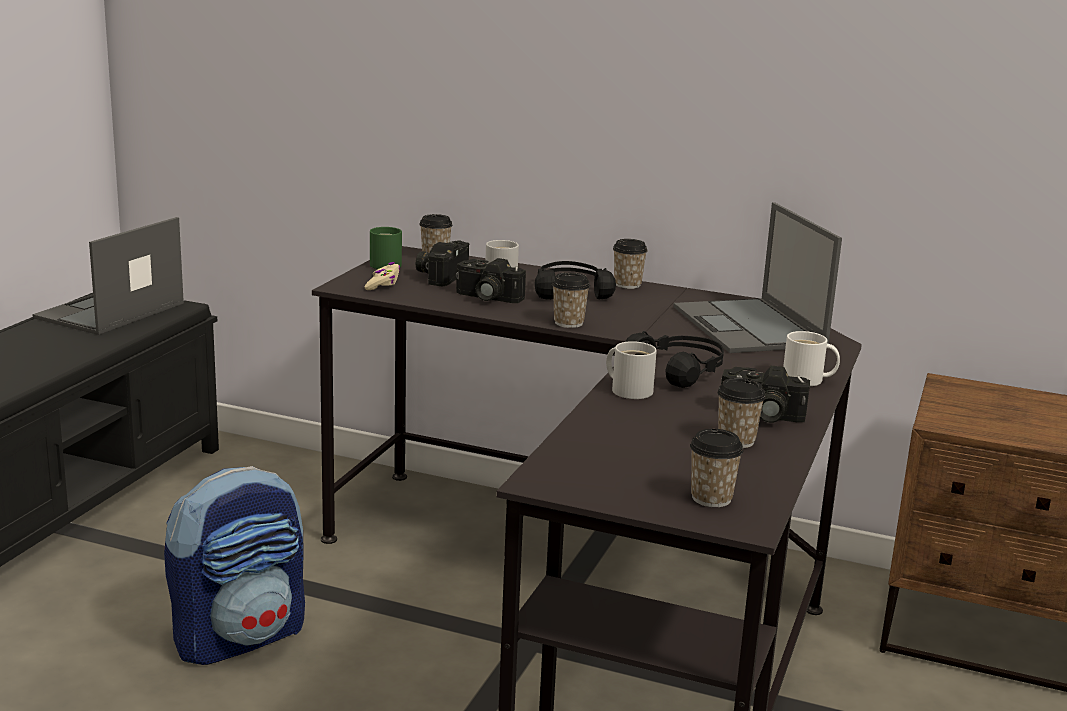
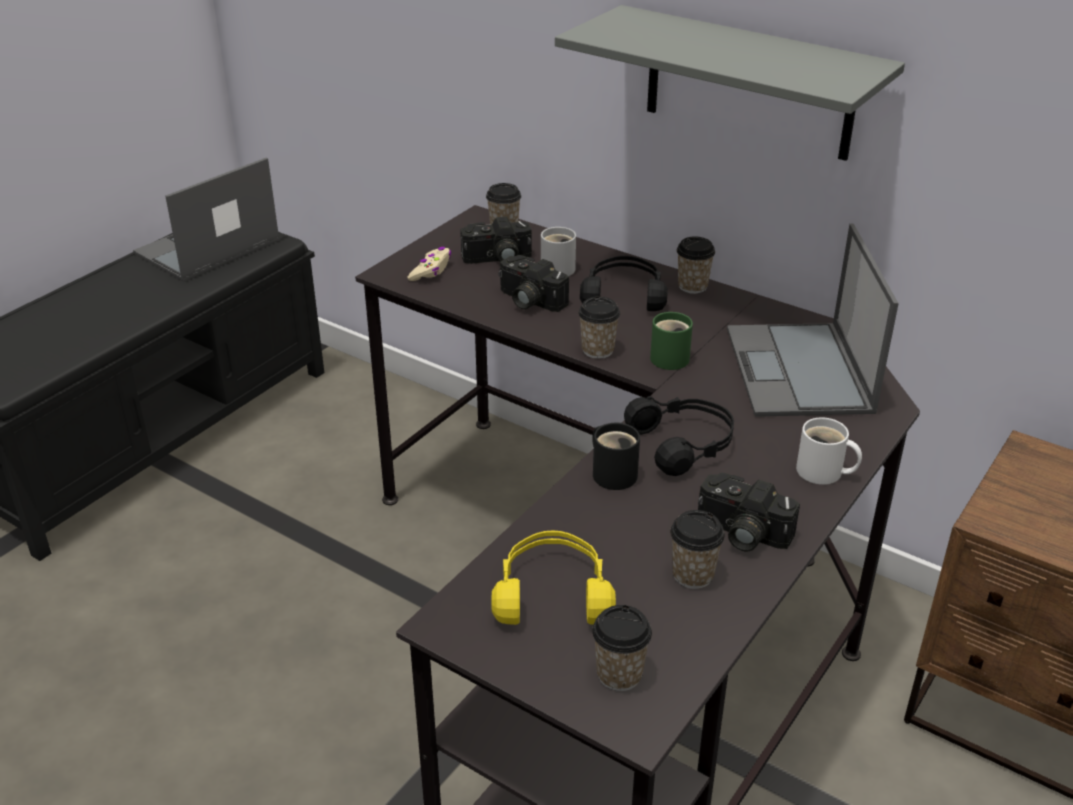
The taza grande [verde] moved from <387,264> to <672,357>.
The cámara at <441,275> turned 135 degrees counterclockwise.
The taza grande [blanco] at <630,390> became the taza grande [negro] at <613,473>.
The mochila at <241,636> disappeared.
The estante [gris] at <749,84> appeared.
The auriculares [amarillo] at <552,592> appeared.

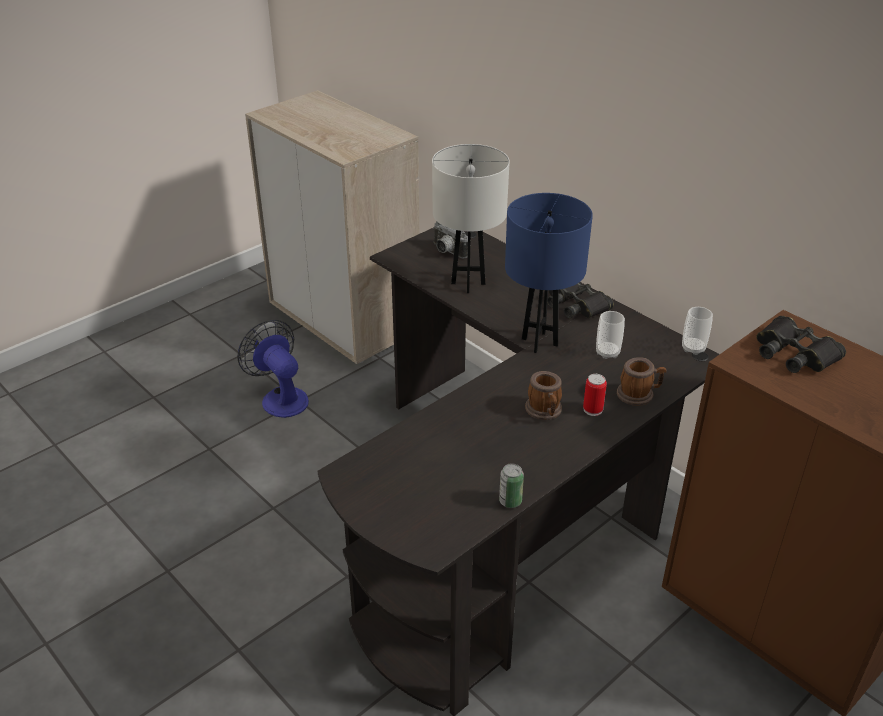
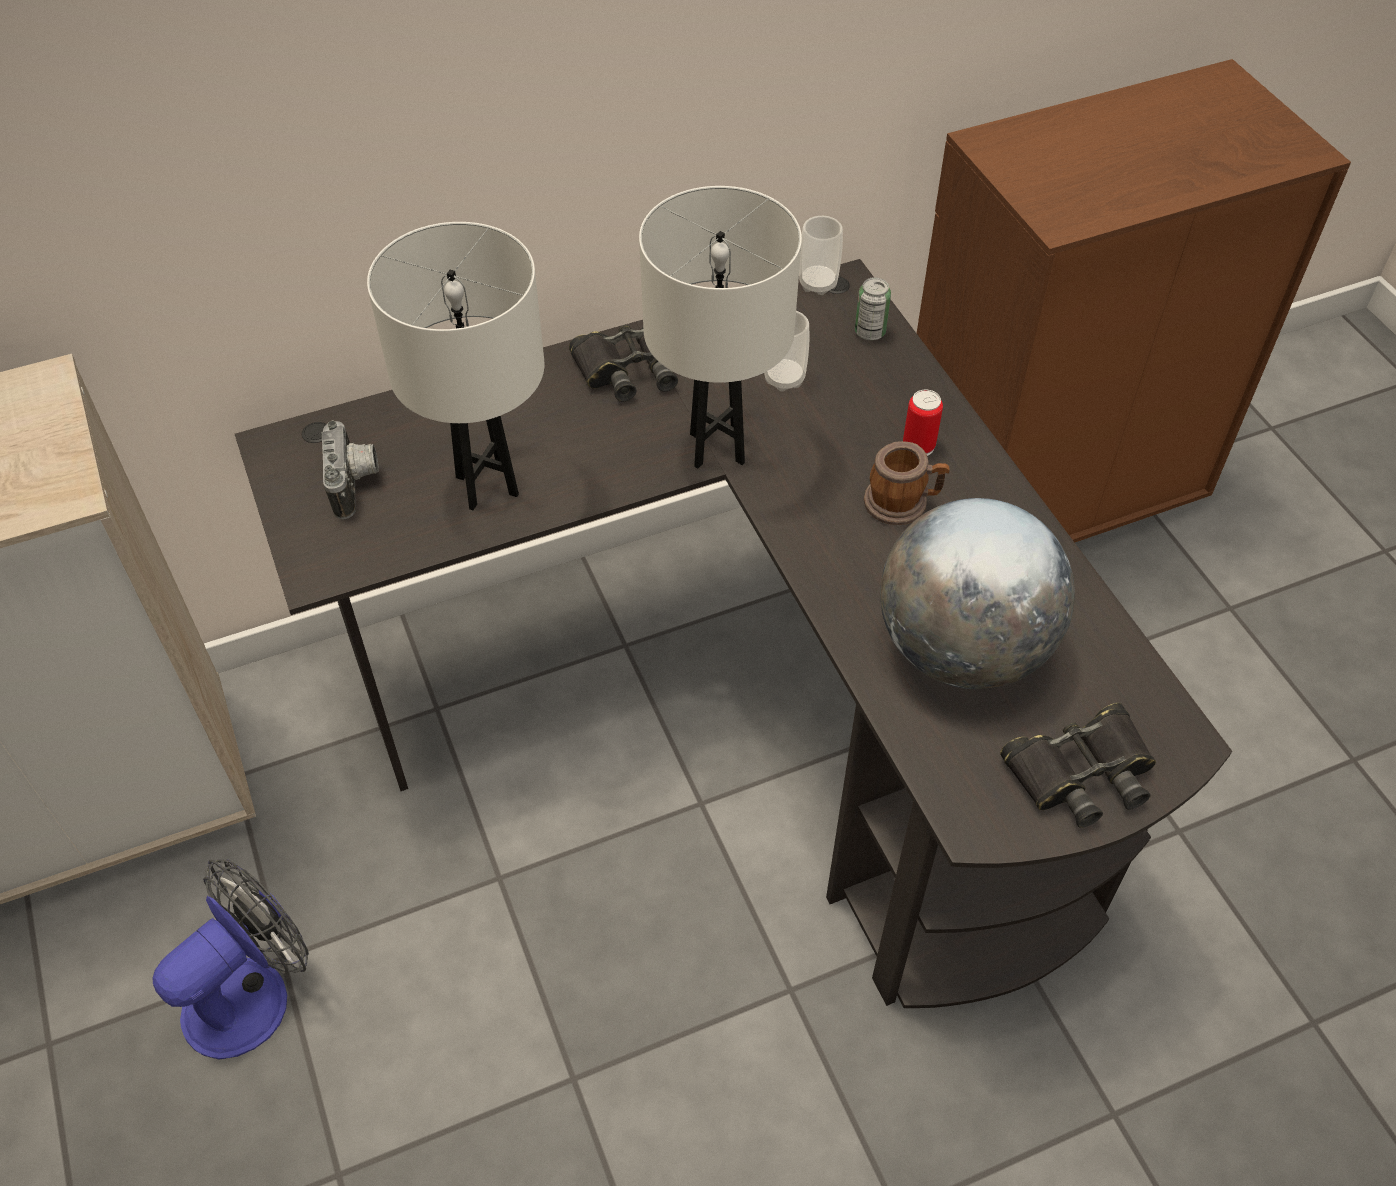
The lámpara de mesa [azul] at <539,342> became the lámpara de mesa [blanco] at <716,448>.
The cámara at <446,251> turned 75 degrees counterclockwise.
The prismáticos [negro] moved from <794,353> to <1080,772>.
The ventilador at <280,397> turned 150 degrees clockwise.
The taza grande at <639,394> disappeared.
The lata moved from <510,501> to <870,332>.
The globo terráqueo at <961,649> appeared.

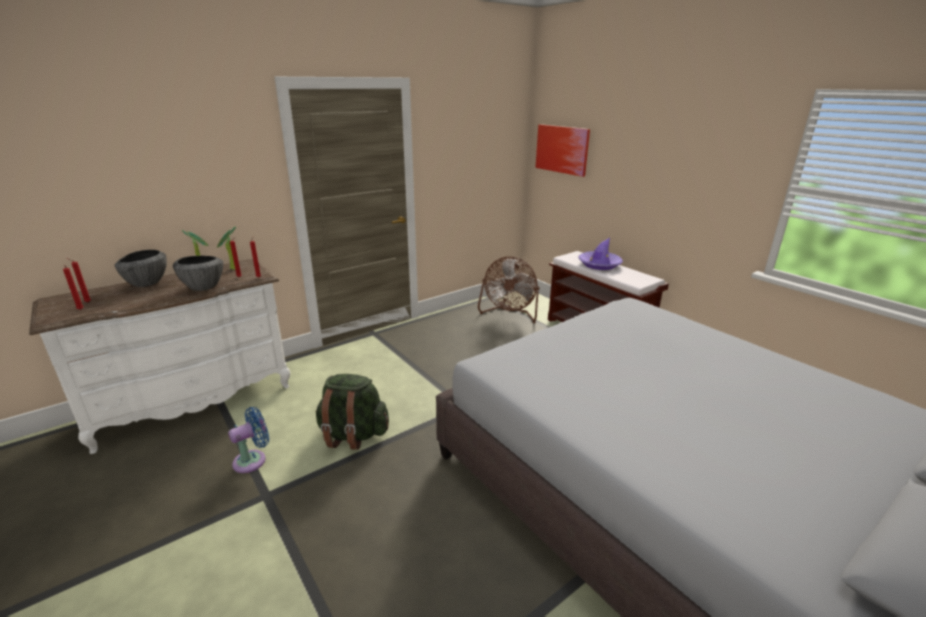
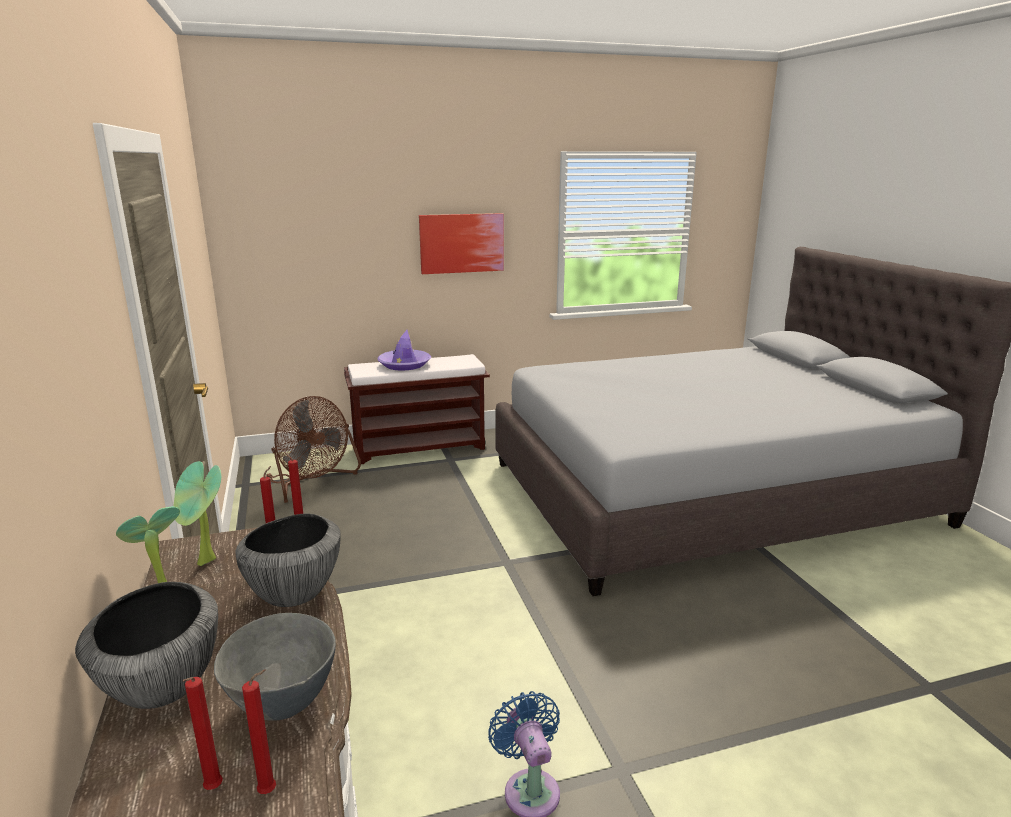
The cuadro moved from <562,149> to <461,243>.
The mochila [verde] at <353,435> disappeared.
The cuenco [gris] at <284,703> appeared.

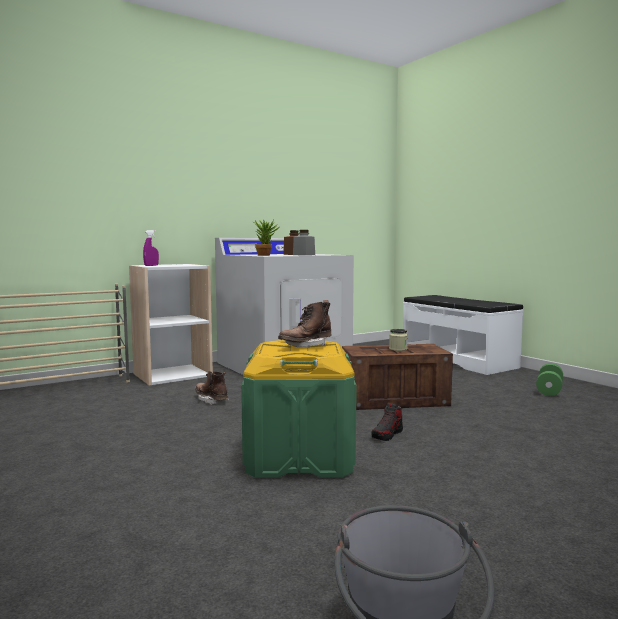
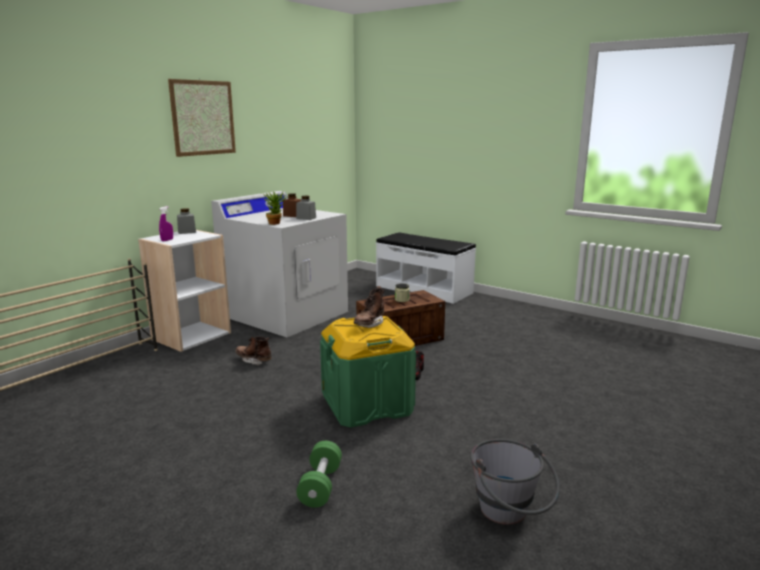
The mancuerna [verde] moved from <549,390> to <320,486>.
The cuadro at <203,117> appeared.
The tarro [gris] at <187,232> appeared.

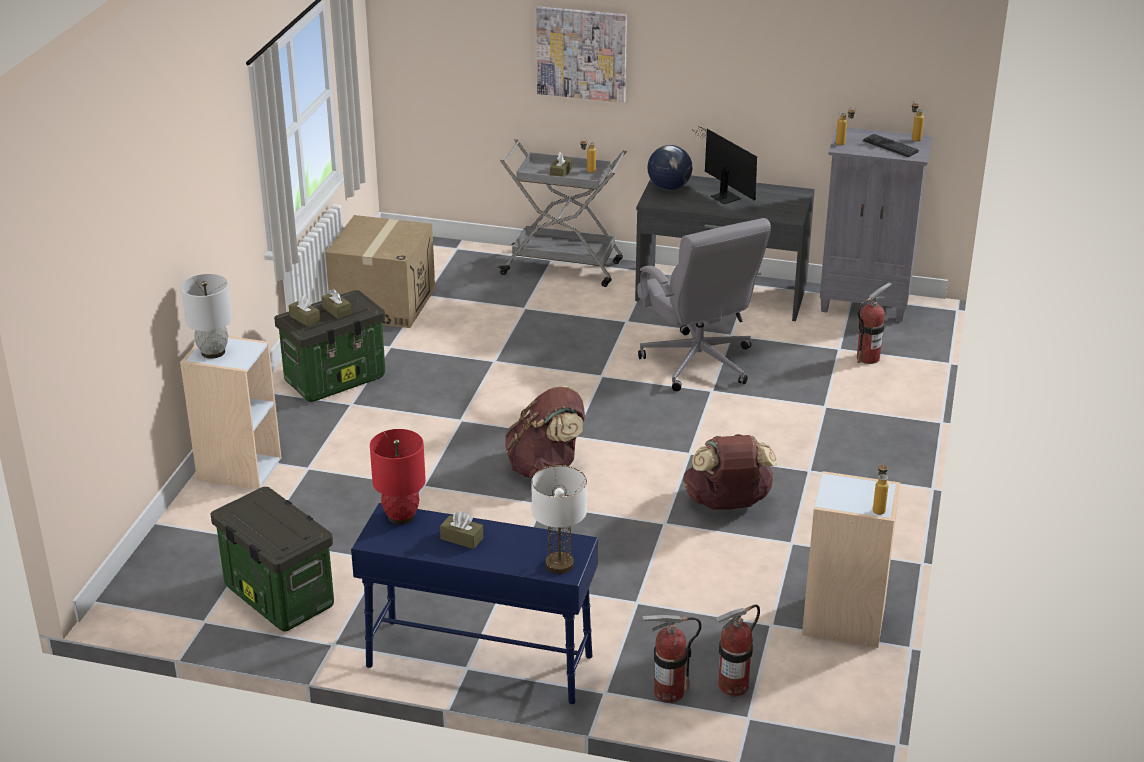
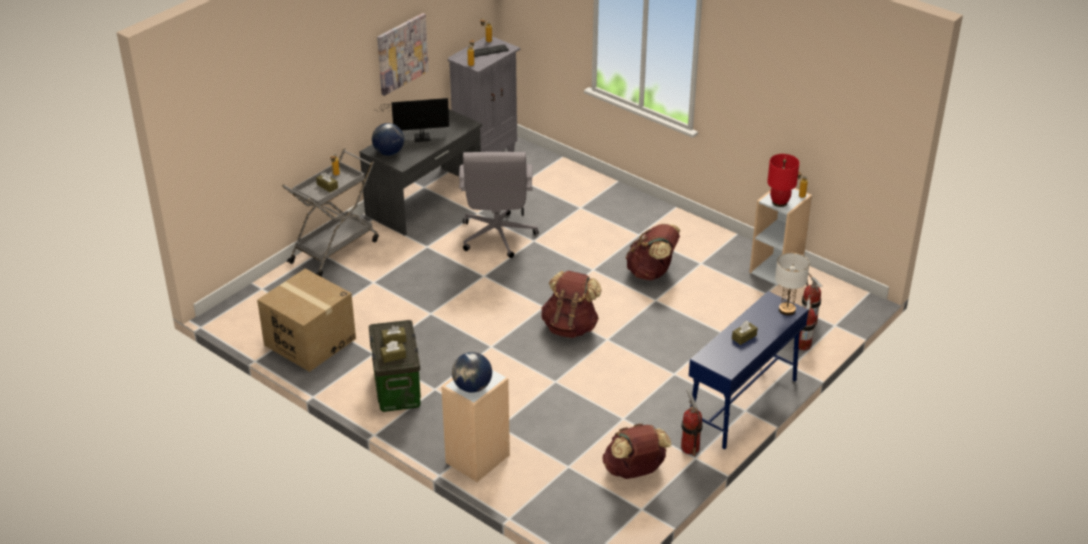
The cuadro moved from <582,53> to <402,53>.
The silla de oficina [gris] at <698,361> turned 90 degrees clockwise.
The lámpara de mesa [blanco] at <213,352> was replaced by the globo terráqueo at <472,387>.
The extintor moved from <868,358> to <690,447>.
The lámpara de mesa [rojo] moved from <401,516> to <779,202>.
The caja de almacenaje at <277,596> was replaced by the mochila [marrón] at <634,471>.

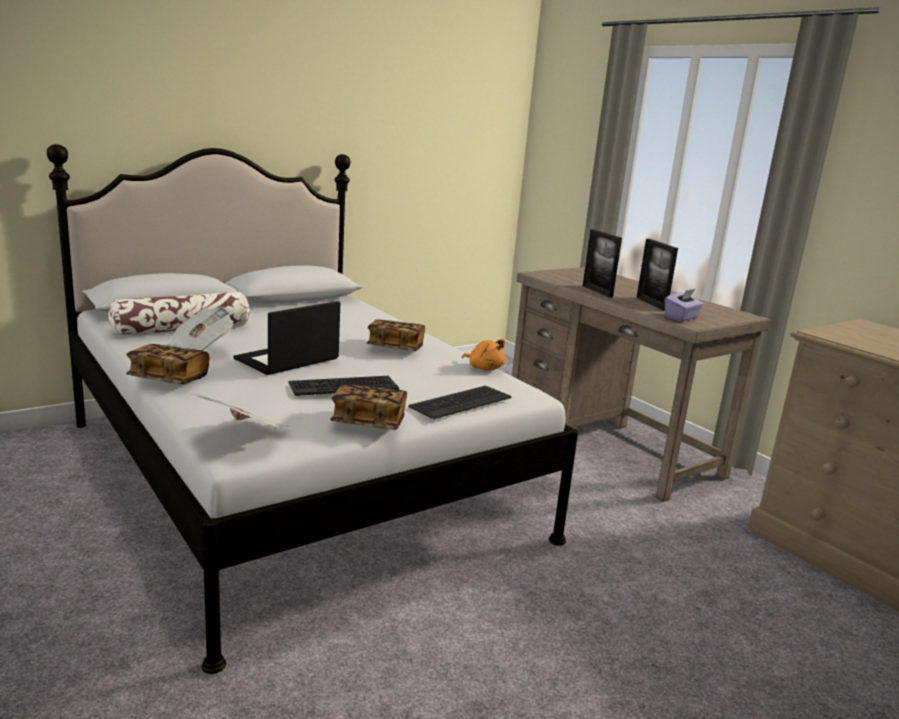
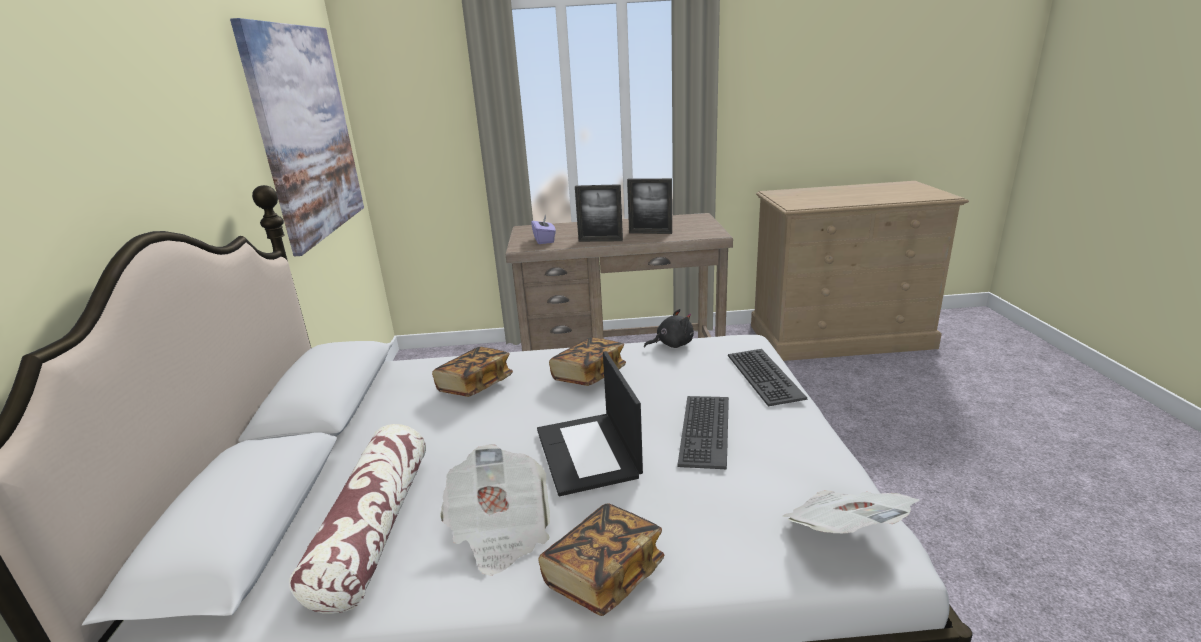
The caja de pañuelos [morado] moved from <681,318> to <544,240>.
The peluche [naranja] at <484,368> became the peluche [negro] at <672,344>.
The libro moved from <369,423> to <475,385>.
The cuadro at <307,133> appeared.

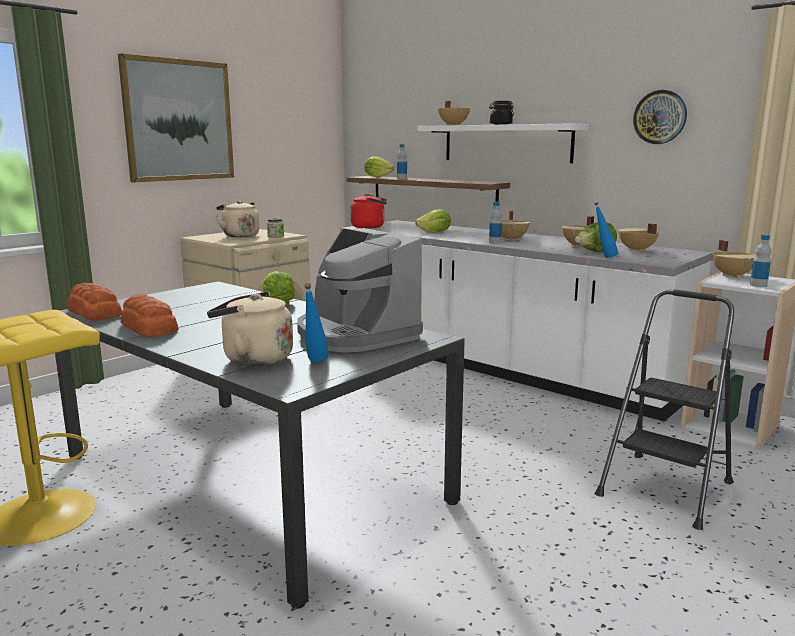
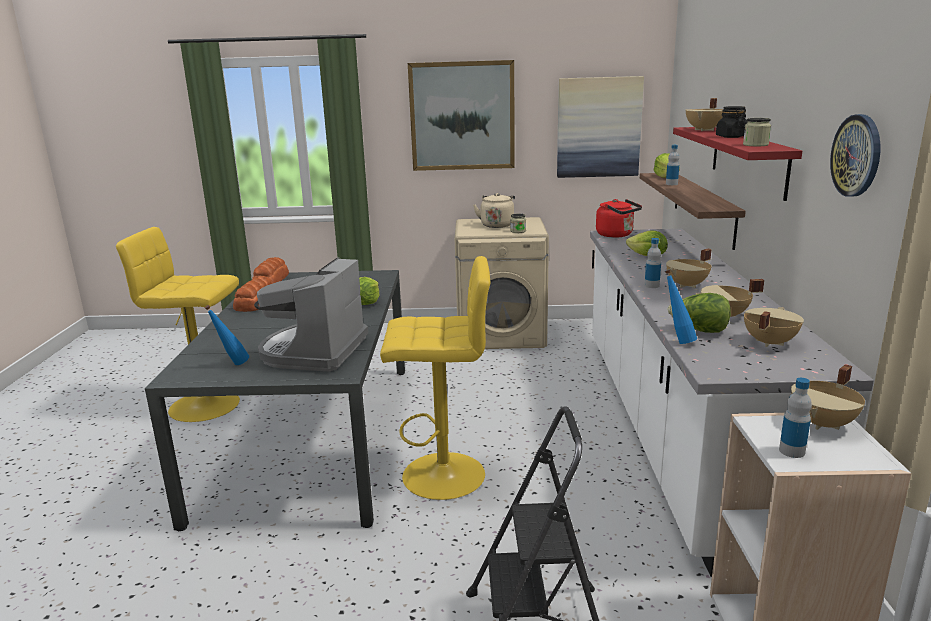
The estante [blanco] at <506,143> became the estante [rojo] at <748,159>.
The hervidor [beis] at <253,359> disappeared.
The cuadro at <598,127> appeared.
The tarro at <755,145> appeared.
The taburete [amarillo] at <444,476> appeared.

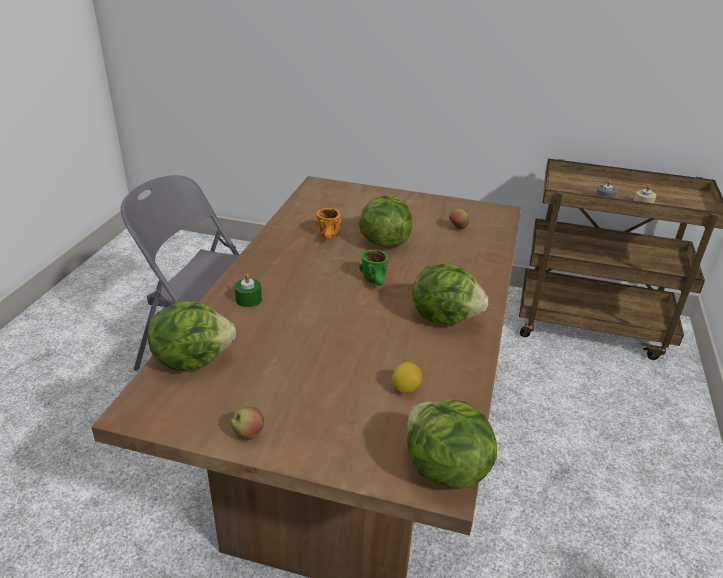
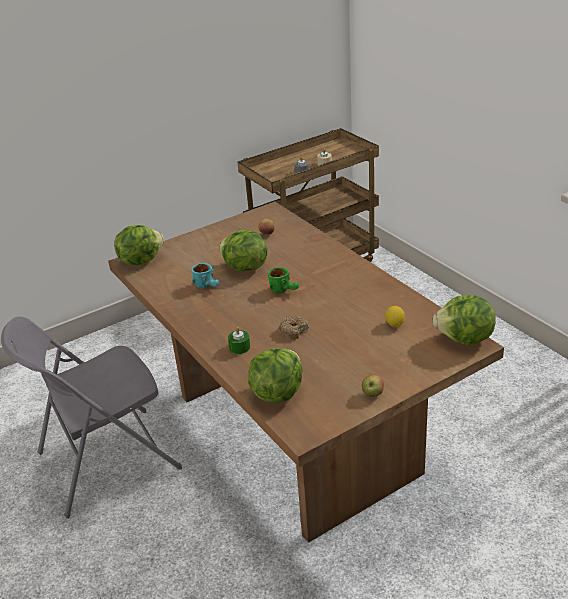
The taza grande [naranja] at <329,237> became the taza grande [turquesa] at <208,286>.
The lechuga moved from <445,316> to <140,260>.
The rosquilla at <293,331> appeared.

